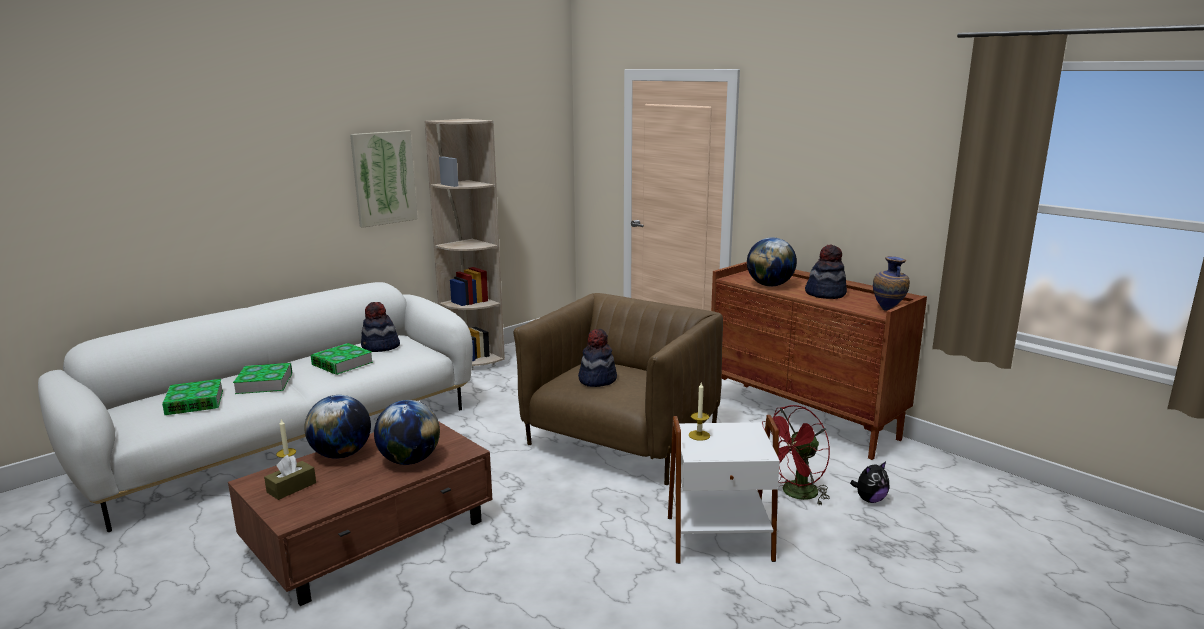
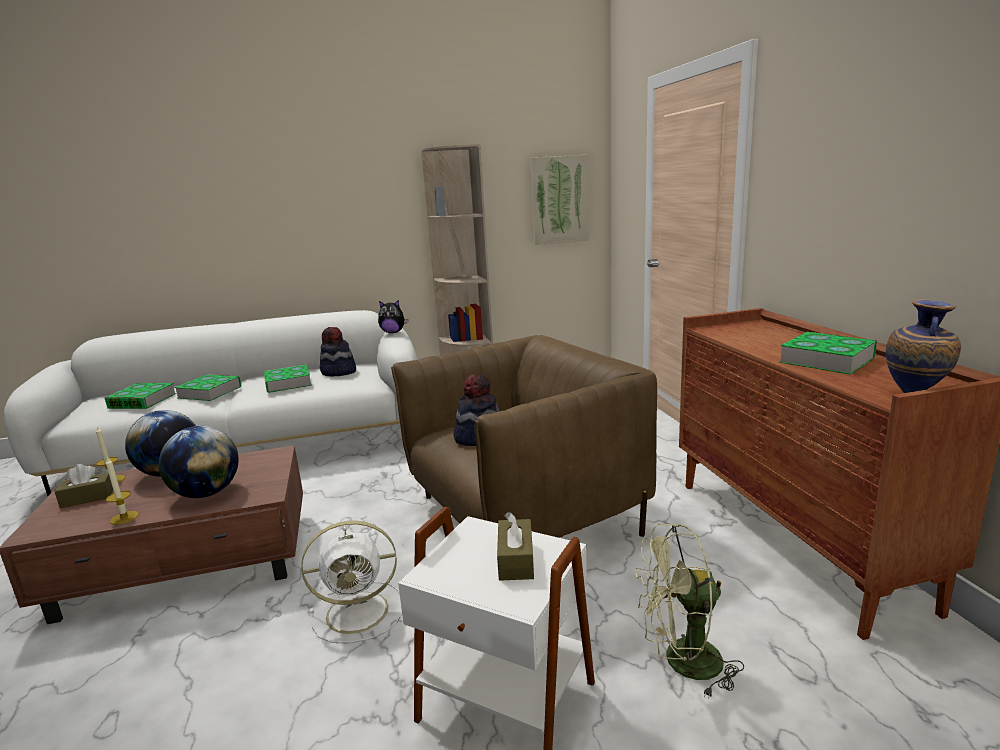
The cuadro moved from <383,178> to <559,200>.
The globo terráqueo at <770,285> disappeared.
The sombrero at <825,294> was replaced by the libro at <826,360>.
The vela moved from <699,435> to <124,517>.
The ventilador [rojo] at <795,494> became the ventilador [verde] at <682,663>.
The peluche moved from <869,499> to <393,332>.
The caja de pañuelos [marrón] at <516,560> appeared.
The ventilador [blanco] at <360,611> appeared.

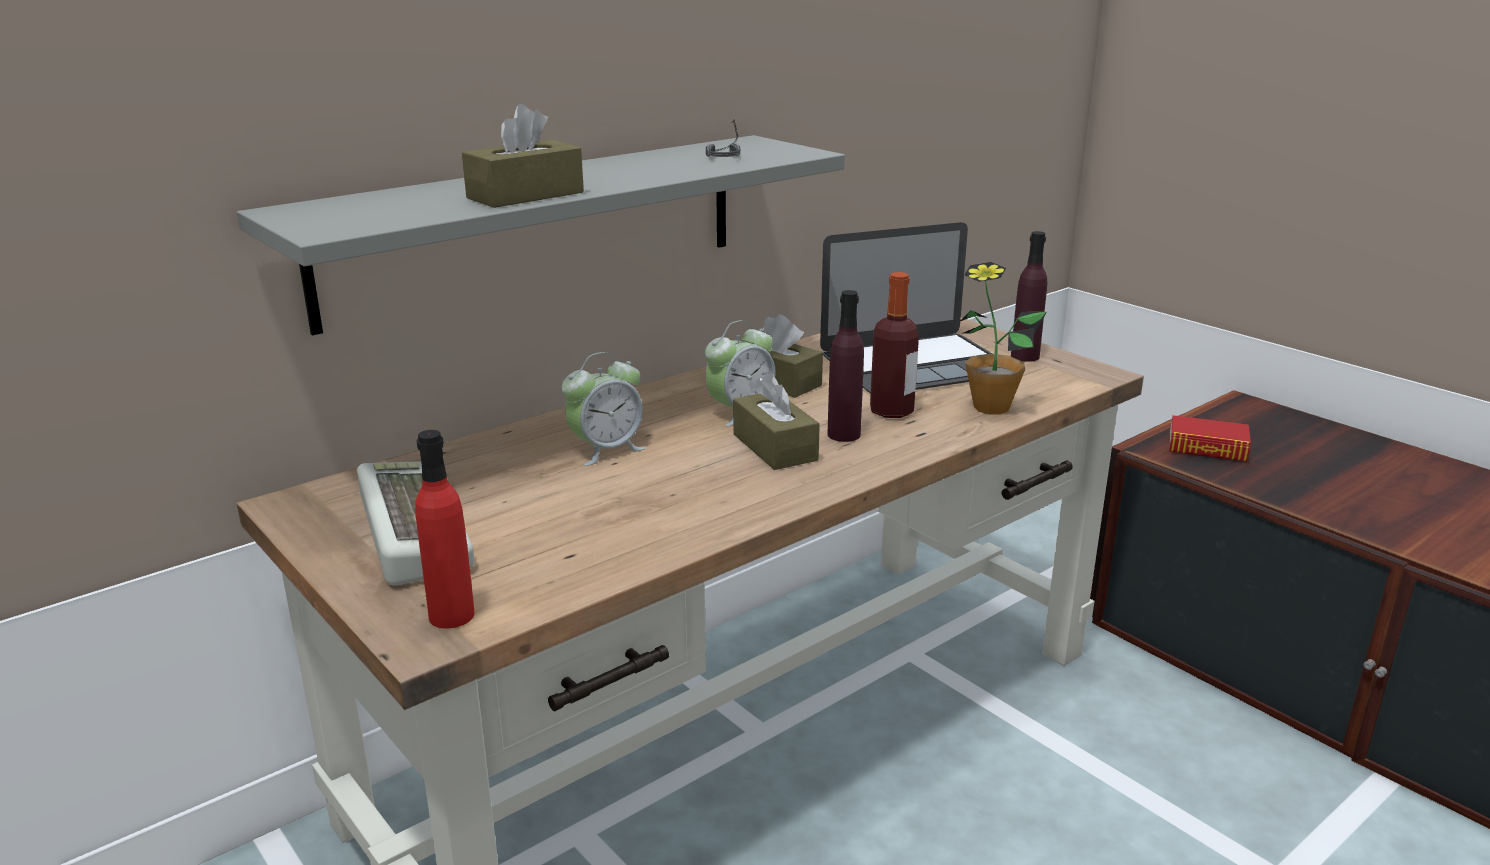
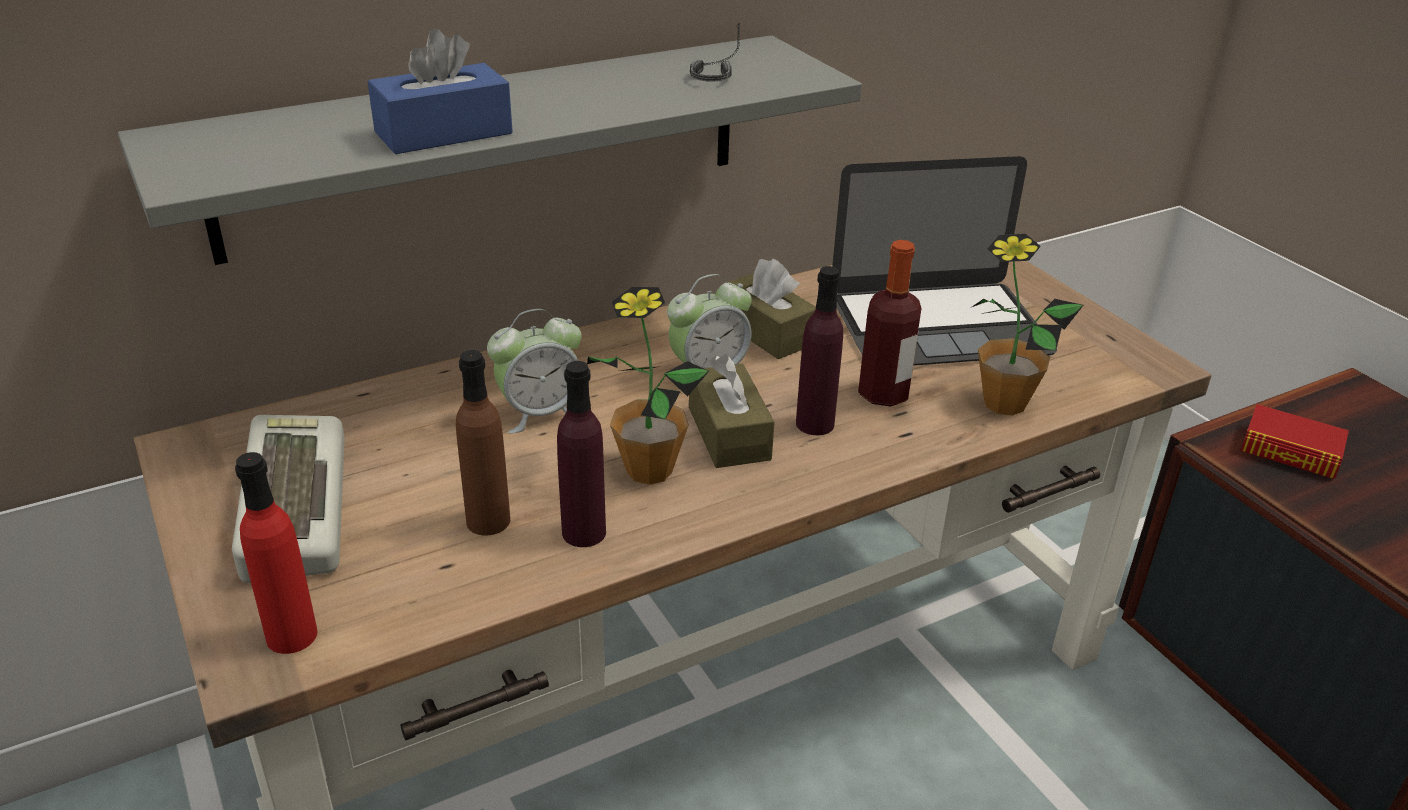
The caja de pañuelos [marrón] at <525,195> became the caja de pañuelos [azul] at <443,133>.
The botella [morado] moved from <1025,356> to <584,532>.
The planta en maceta at <649,470> appeared.
The botella [marrón] at <488,521> appeared.

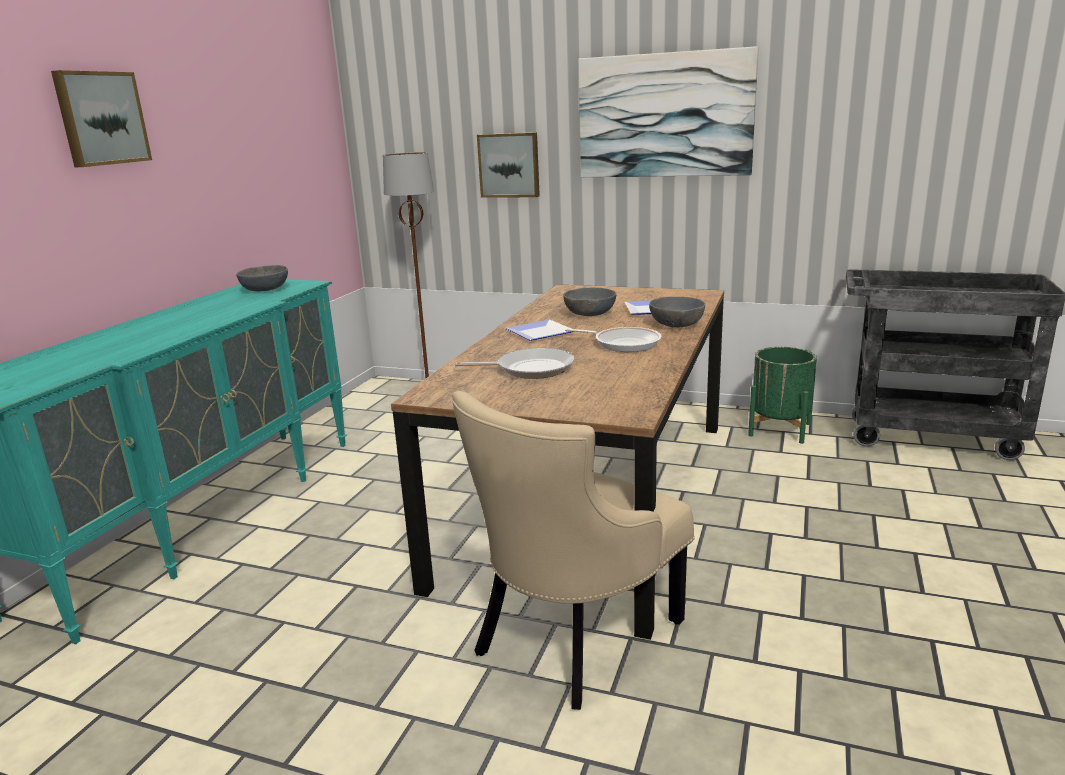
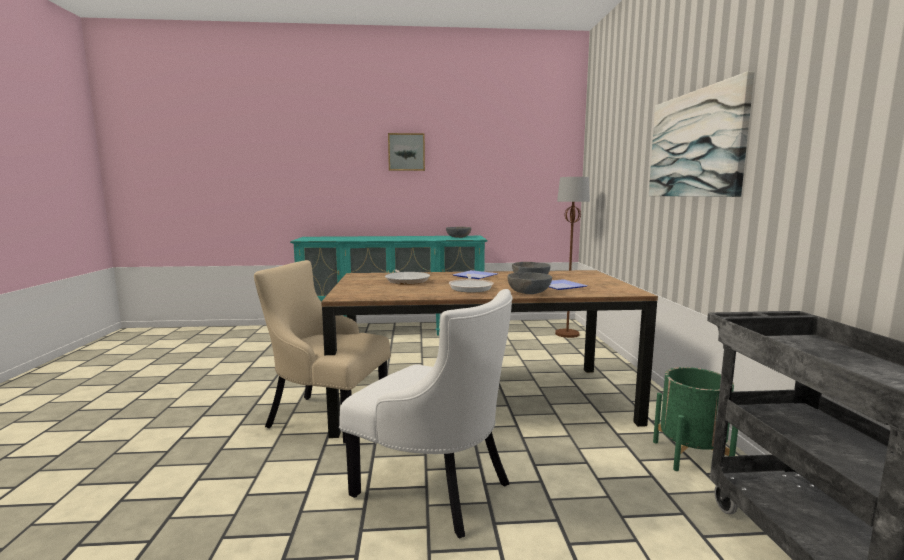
The cuadro at <509,165> disappeared.
The silla [blanco] at <431,487> appeared.

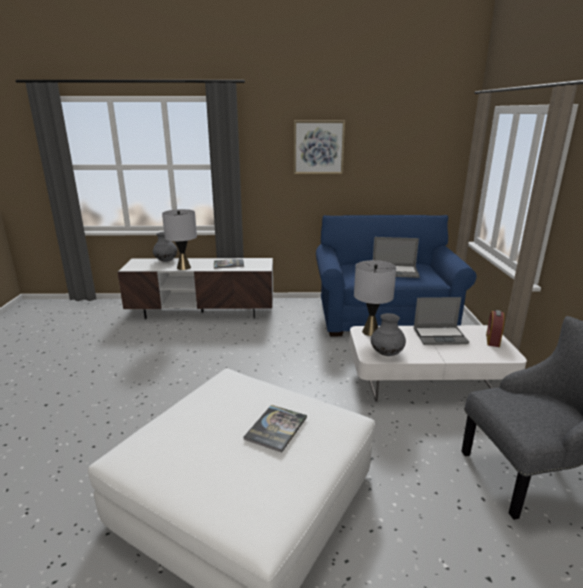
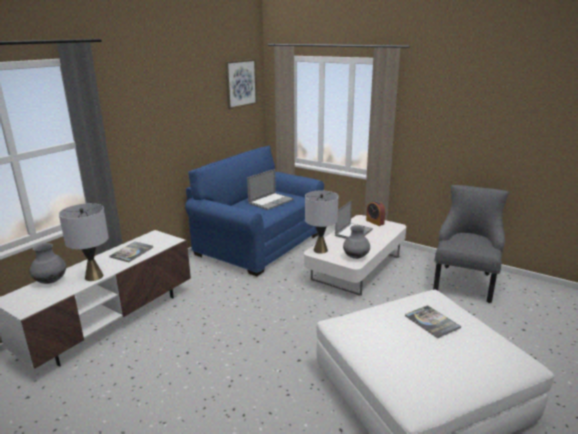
The cuadro moved from <318,147> to <241,83>.

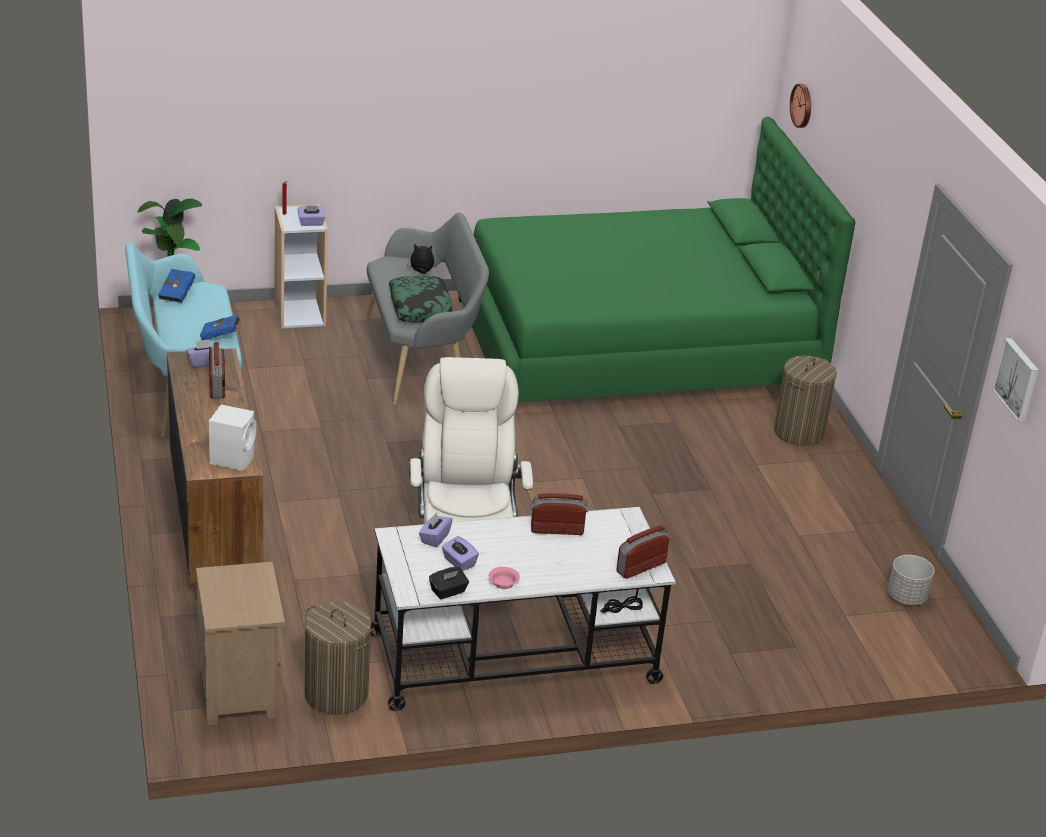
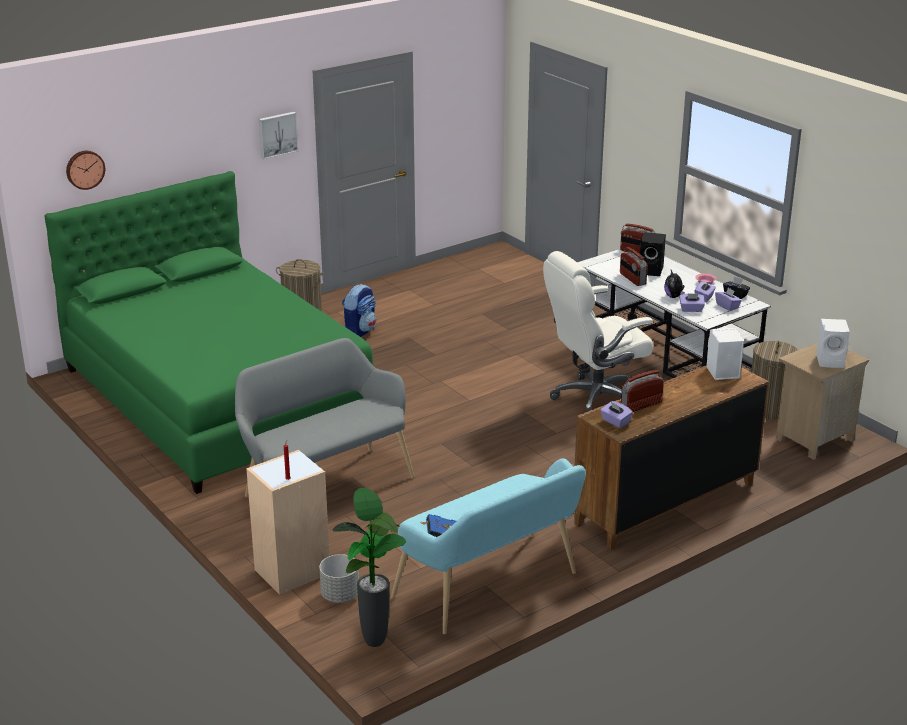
The caja de pañuelos [morado] moved from <311,223> to <727,306>.
The peluche moved from <421,272> to <674,296>.
The cojín at <420,307> disappeared.
The libro [azul] at <222,337> disappeared.
The cuadro moved from <1018,379> to <277,134>.
The maceta [gris] moved from <906,597> to <340,595>.
The altavoz [negro] at <652,270> appeared.
The mochila at <360,331> appeared.
The altavoz [blanco] at <831,361> appeared.

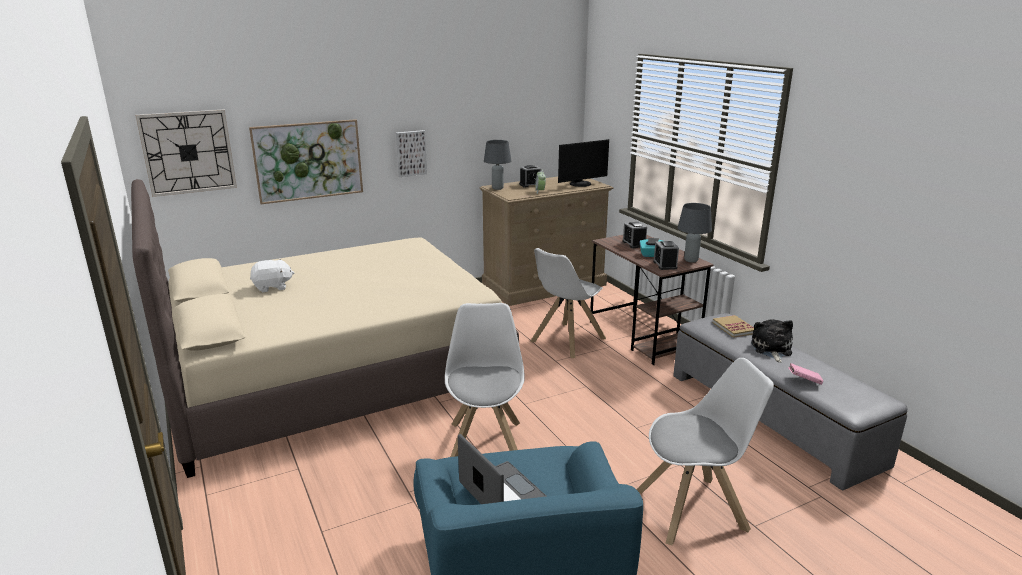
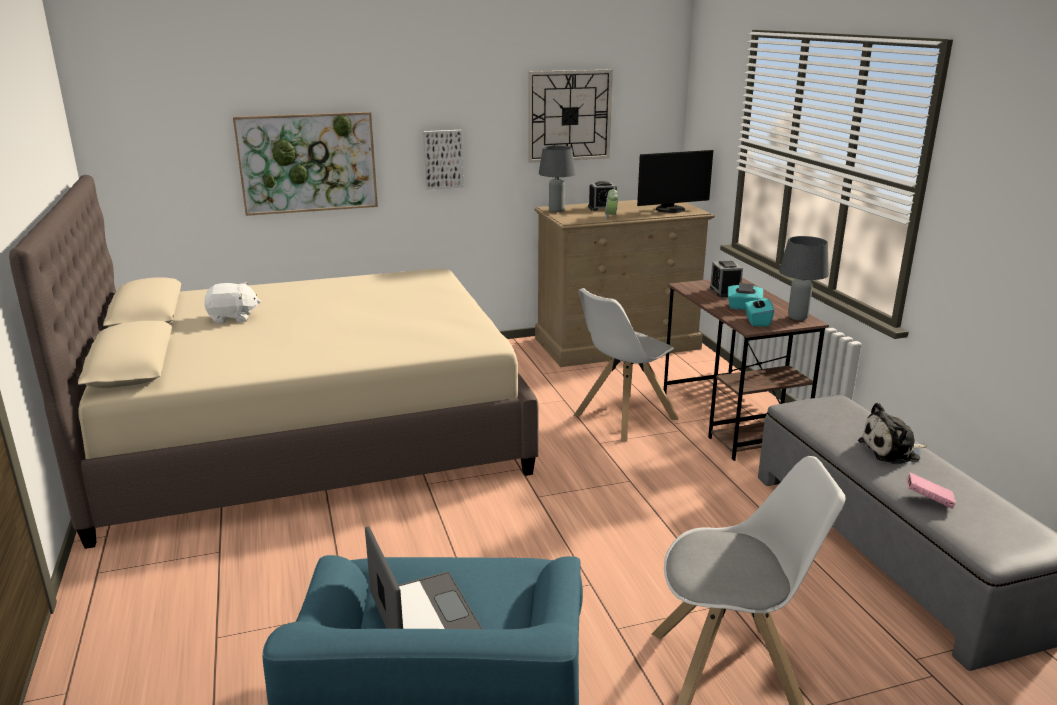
The reloj de pared moved from <188,152> to <569,116>.
The despertador at <665,265> was replaced by the caja de pañuelos [turquesa] at <757,321>.
The silla at <486,441> disappeared.
The libro at <734,328> disappeared.
The peluche at <771,349> turned 120 degrees counterclockwise.

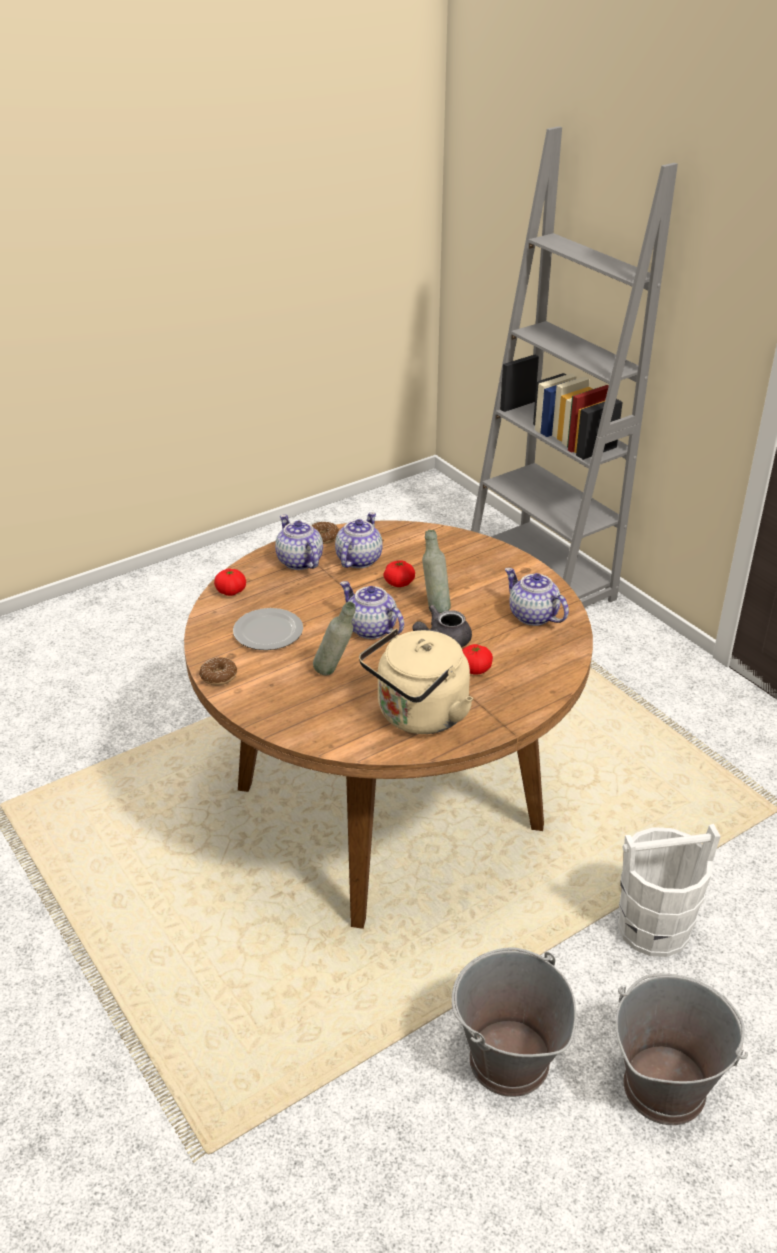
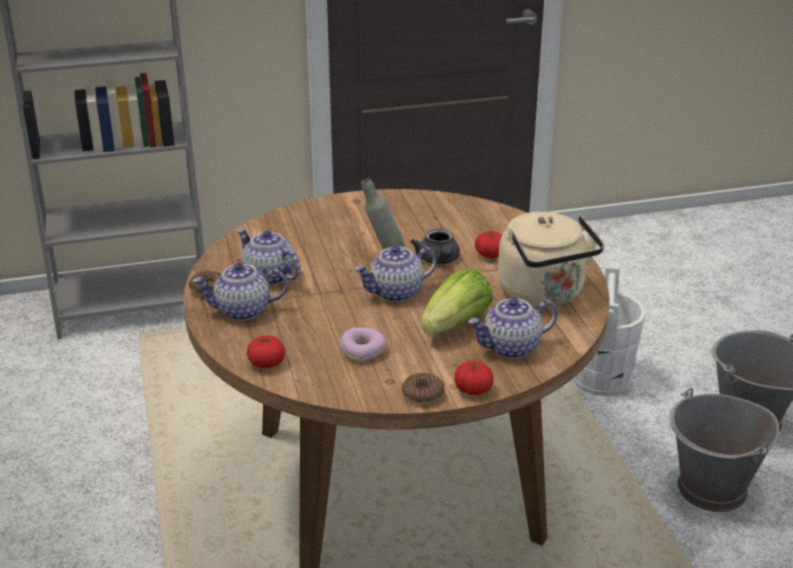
The tomate moved from <399,583> to <473,389>.
The tetera moved from <532,616> to <511,348>.
The botella [gris] at <335,673> was replaced by the lechuga at <456,324>.
The plato at <269,632> was replaced by the rosquilla at <362,350>.

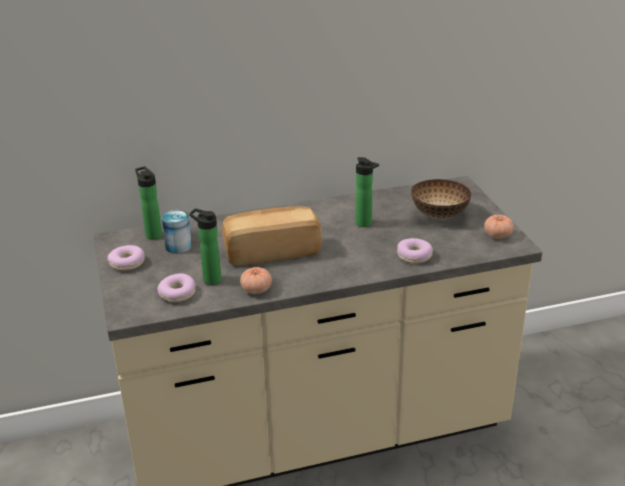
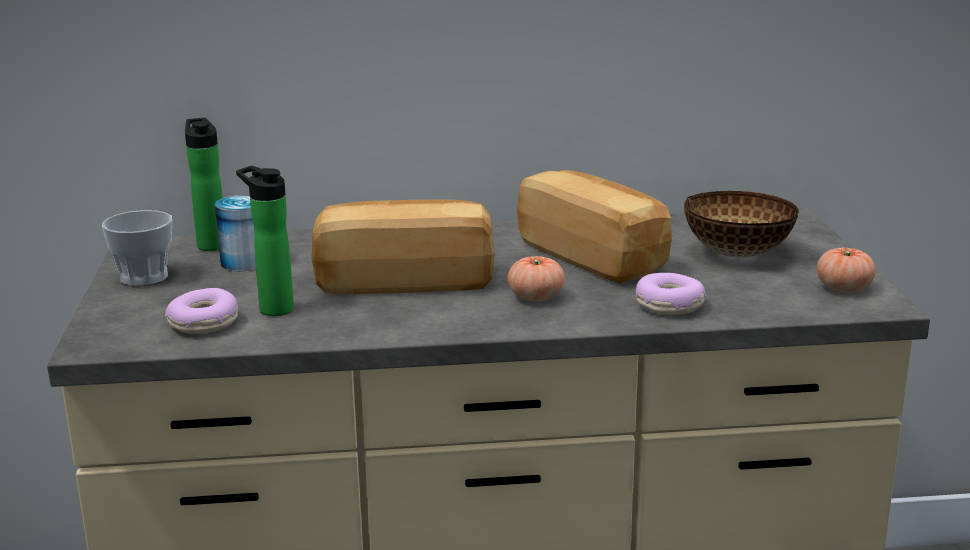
The botella at <365,224> was replaced by the pan at <593,256>.
The rosquilla at <127,263> was replaced by the taza at <144,277>.
The tomate moved from <256,289> to <536,297>.

